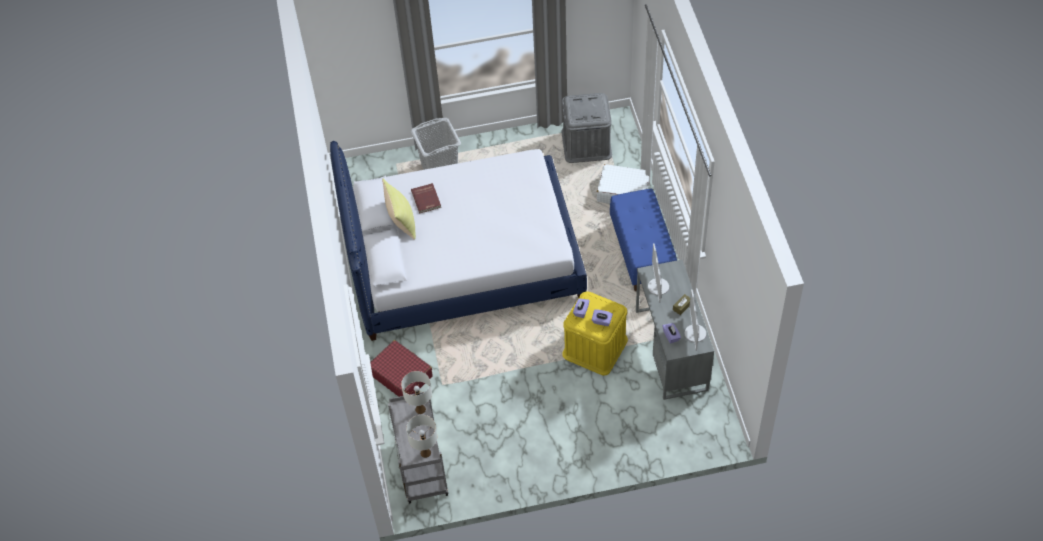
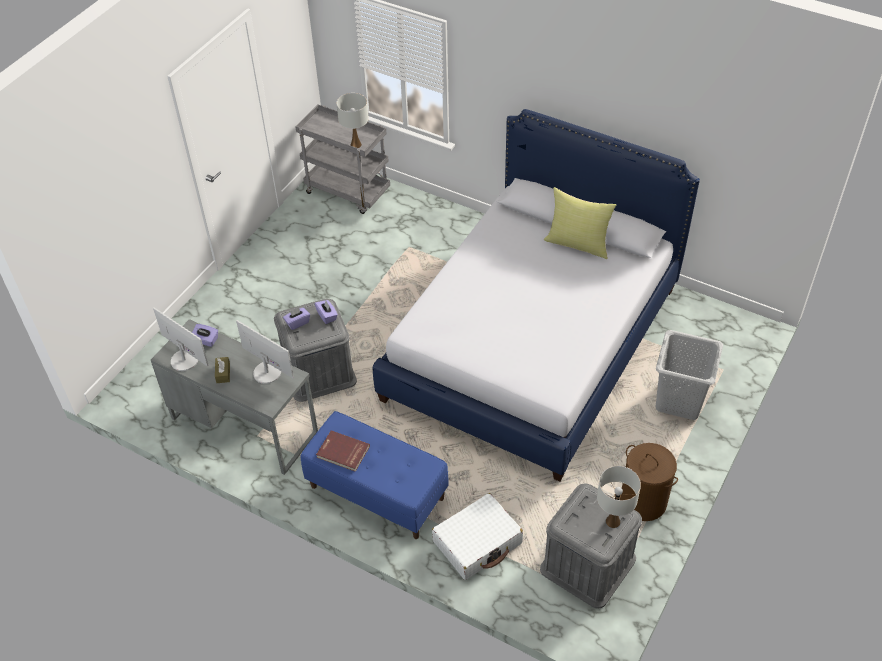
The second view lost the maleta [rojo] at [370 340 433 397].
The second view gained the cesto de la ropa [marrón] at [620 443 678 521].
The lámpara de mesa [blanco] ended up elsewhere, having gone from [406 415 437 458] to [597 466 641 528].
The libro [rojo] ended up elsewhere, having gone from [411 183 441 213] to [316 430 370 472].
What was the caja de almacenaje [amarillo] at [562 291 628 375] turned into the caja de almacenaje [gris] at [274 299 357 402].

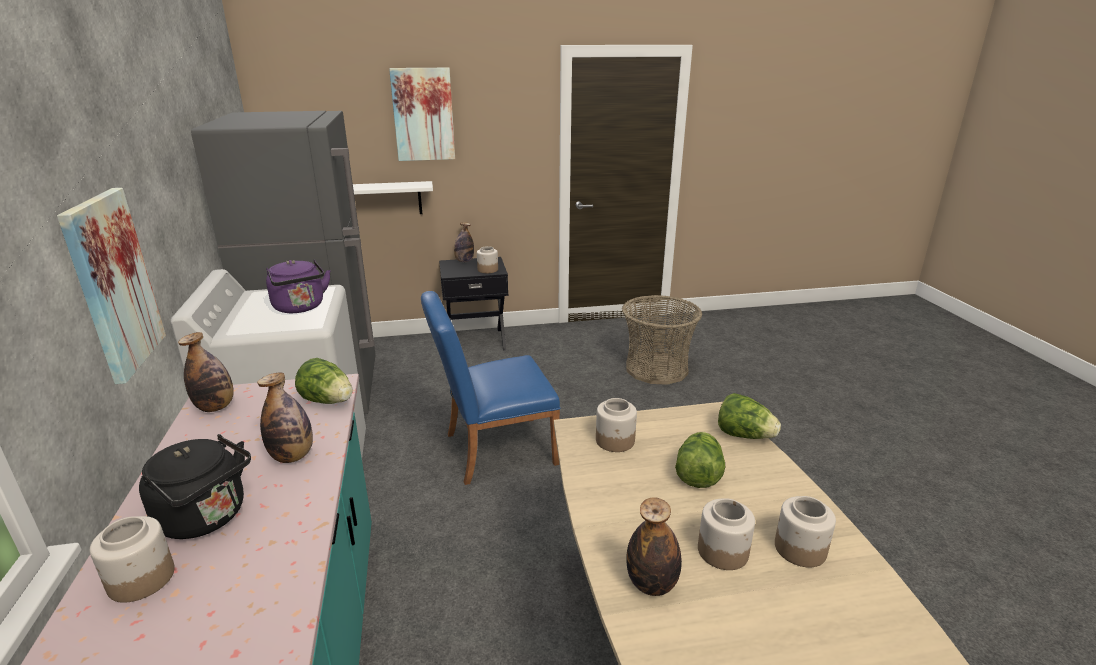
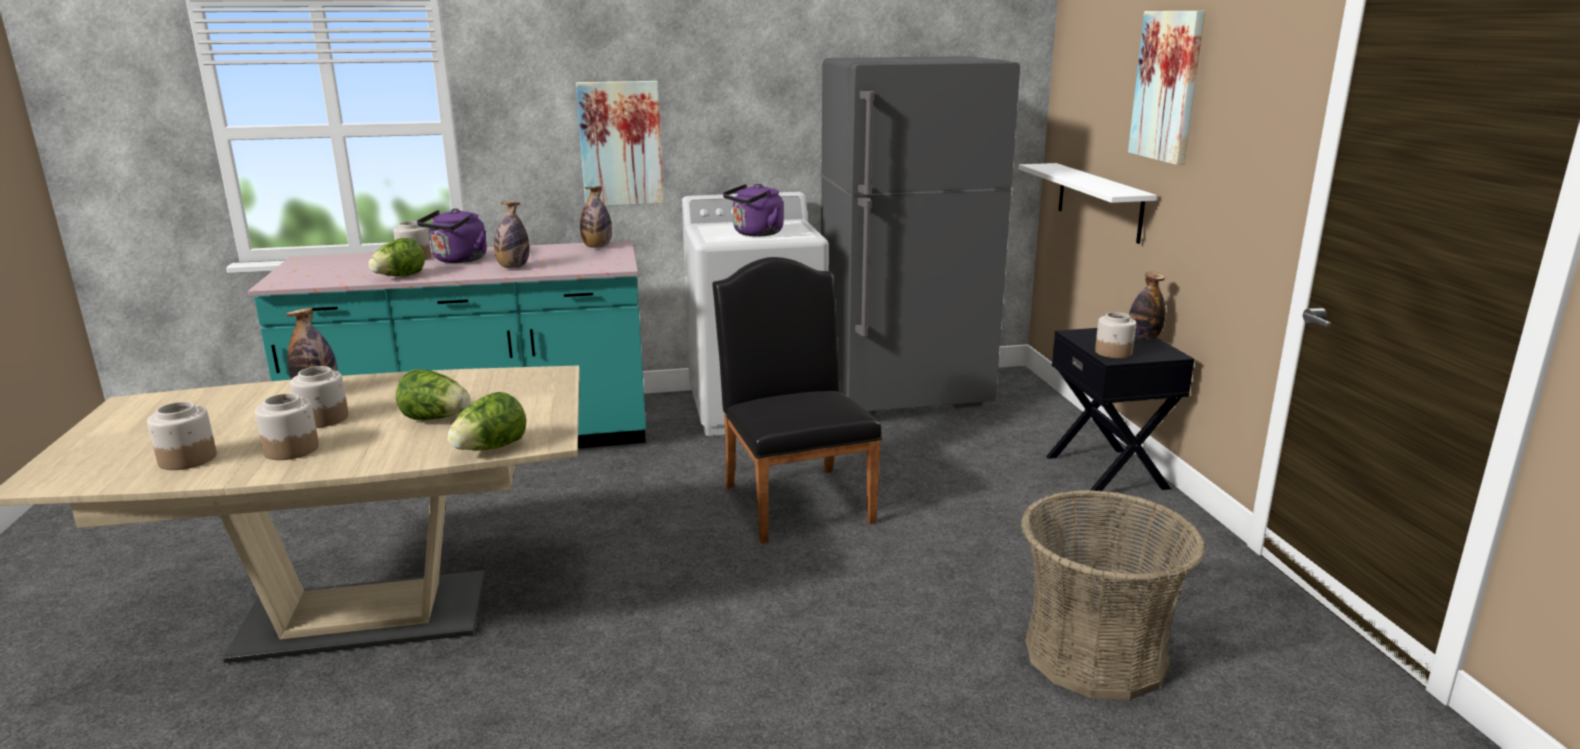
The lechuga ended up elsewhere, having gone from [295 358 352 404] to [368 238 425 276].
The tarro ended up elsewhere, having gone from [596 398 637 452] to [147 402 217 470].
What was the hervidor [negro] at [139 434 251 539] turned into the hervidor [morado] at [417 208 487 263].
What was the silla [azul] at [421 291 560 485] turned into the silla [negro] at [712 257 882 544].

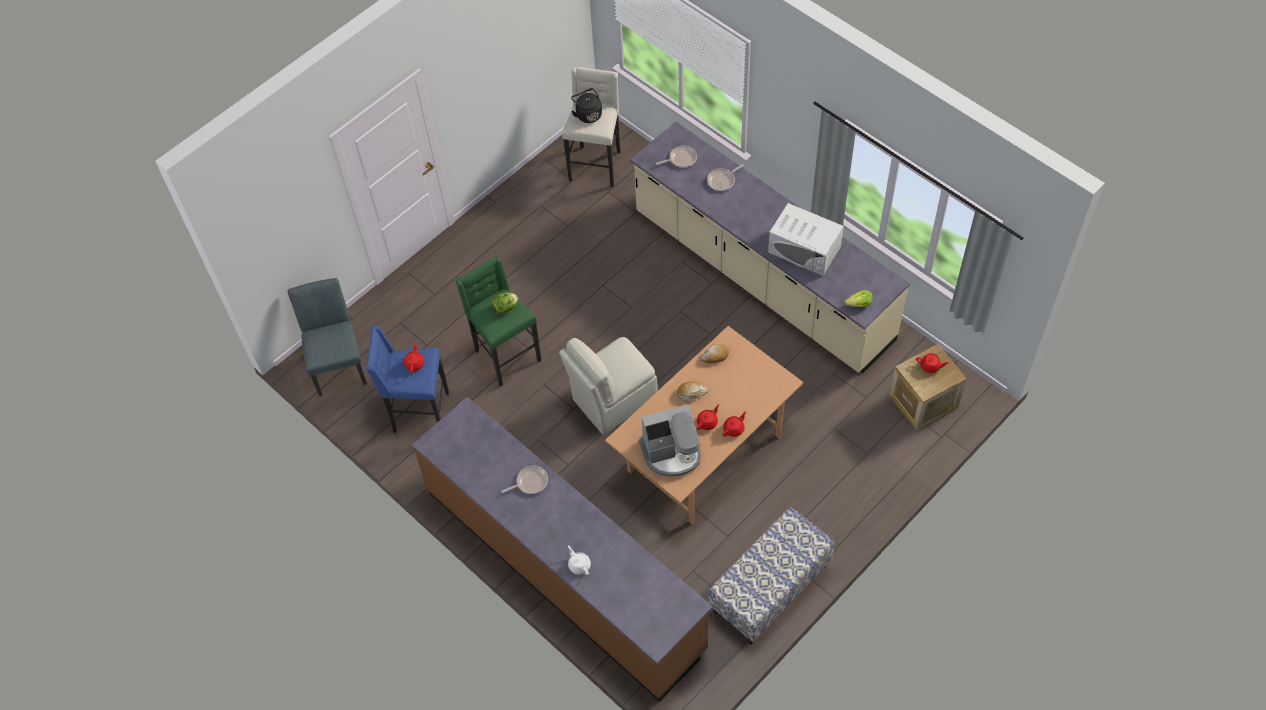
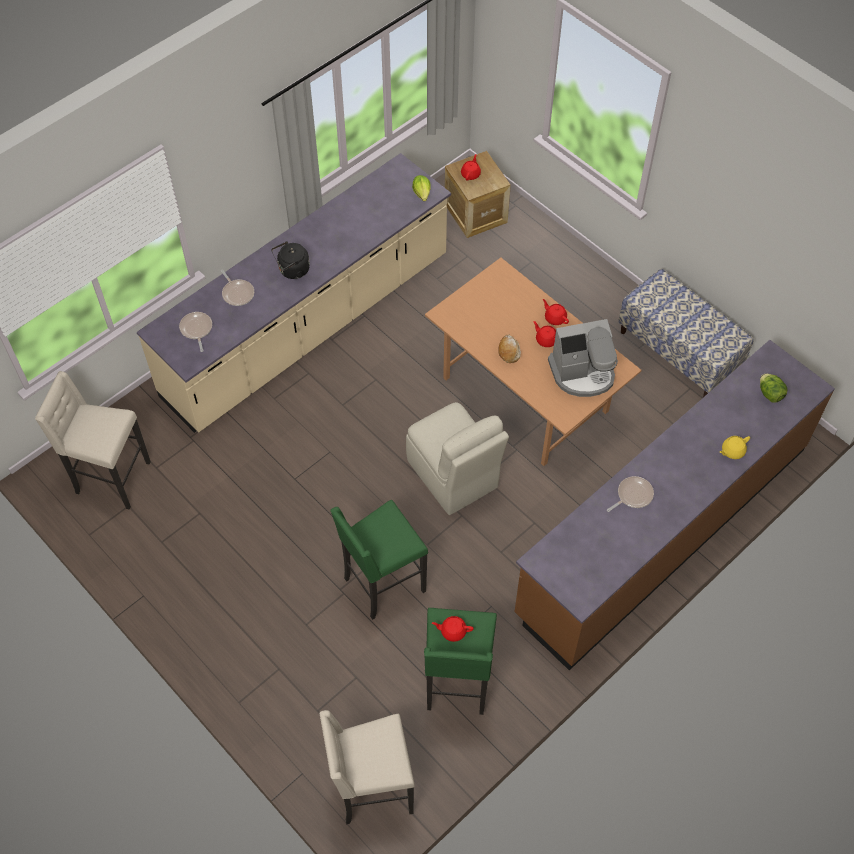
The second view lost the pan at [701 343 730 363].
The second view lost the microondas [blanco] at [768 203 844 276].
The lechuga ended up elsewhere, having gone from [491 293 518 314] to [760 374 787 403].
The hervidor [negro] ended up elsewhere, having gone from [571 88 602 123] to [271 241 310 279].
Where the silla [gris] stood at [288 278 367 396], the taburete [beis] came to stand at [320 710 415 825].
What was the taburete [azul] at [366 326 449 433] turned into the taburete [verde] at [424 608 497 715].
What was the tetera [blanco] at [568 545 591 575] turned into the tetera [amarillo] at [720 436 750 459].
The sartén at [501 466 548 494] ended up facing another way, 75 degrees clockwise from before.
The cafetera at [639 404 701 477] ended up facing another way, 90 degrees clockwise from before.

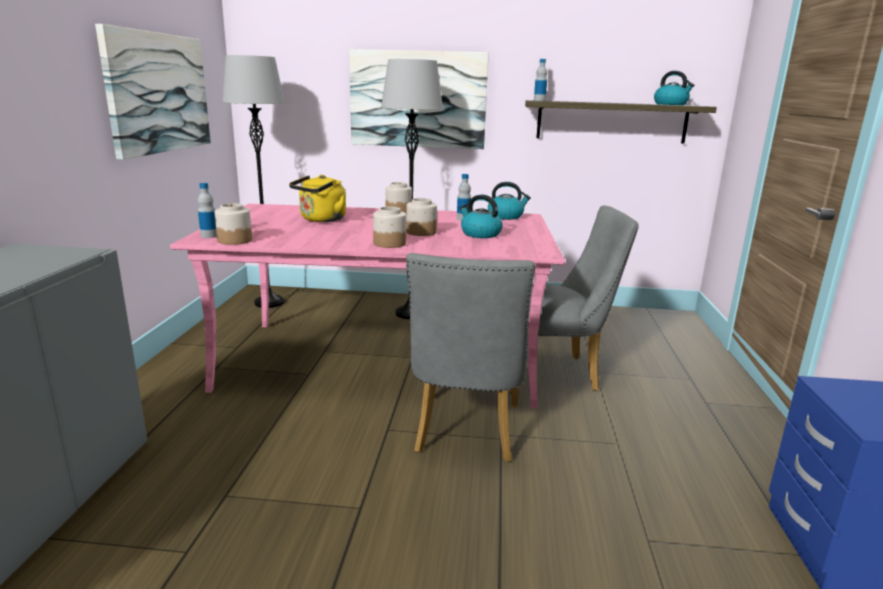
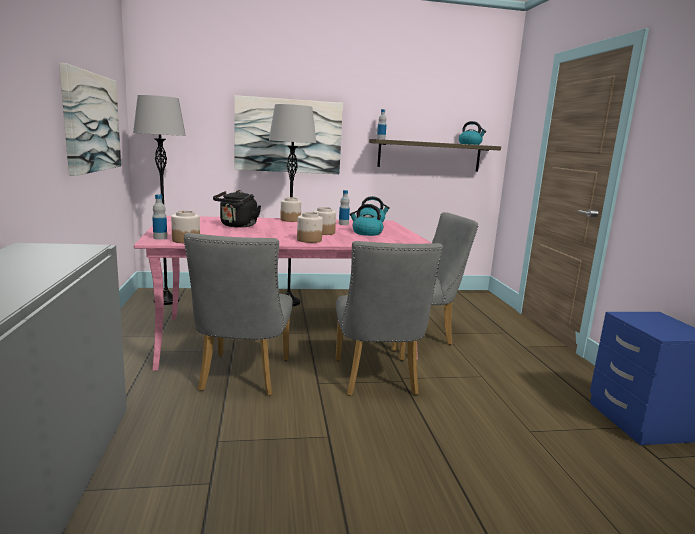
The second view gained the silla [gris] at [184 233 293 396].
What was the hervidor [amarillo] at [289 175 346 222] turned into the hervidor [negro] at [213 190 261 228].

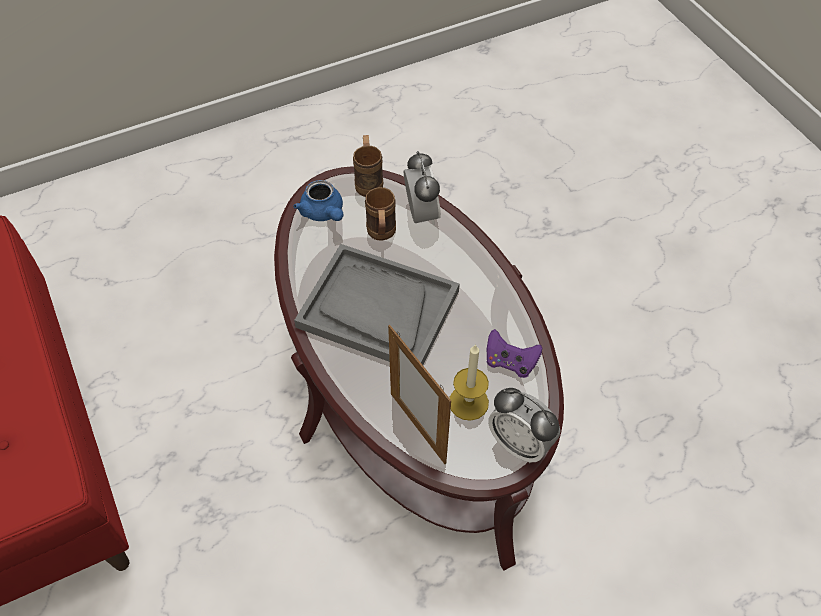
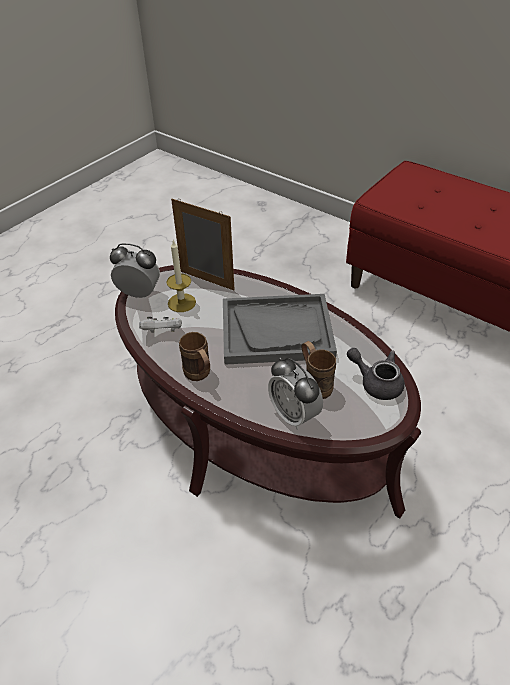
The taza grande [marrón] ended up elsewhere, having gone from [353 135 383 197] to [179 332 210 381].
What was the tetera [azul] at [293 180 344 221] turned into the tetera [gris] at [347 348 405 400].
What was the mando de consola [morado] at [487 329 542 378] turned into the mando de consola [blanco] at [139 317 182 333].

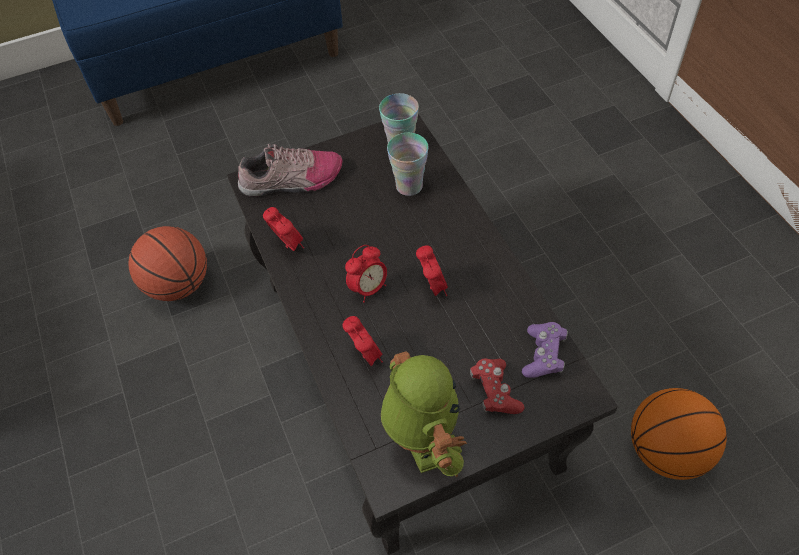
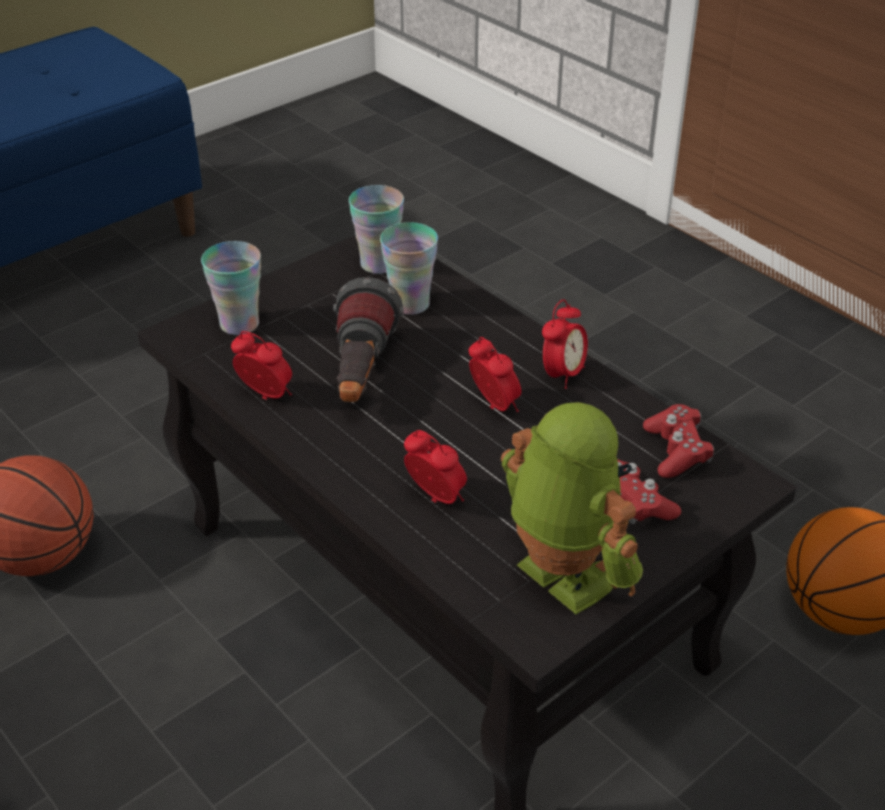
The second view gained the linterna at [333 277 404 402].
The despertador ended up elsewhere, having gone from [345 245 387 303] to [542 299 588 389].
Where the zapato stood at [238 144 343 197], the taza came to stand at [201 241 261 335].
What was the mando de consola [morado] at [522 322 568 378] turned into the mando de consola [rojo] at [643 404 714 478].

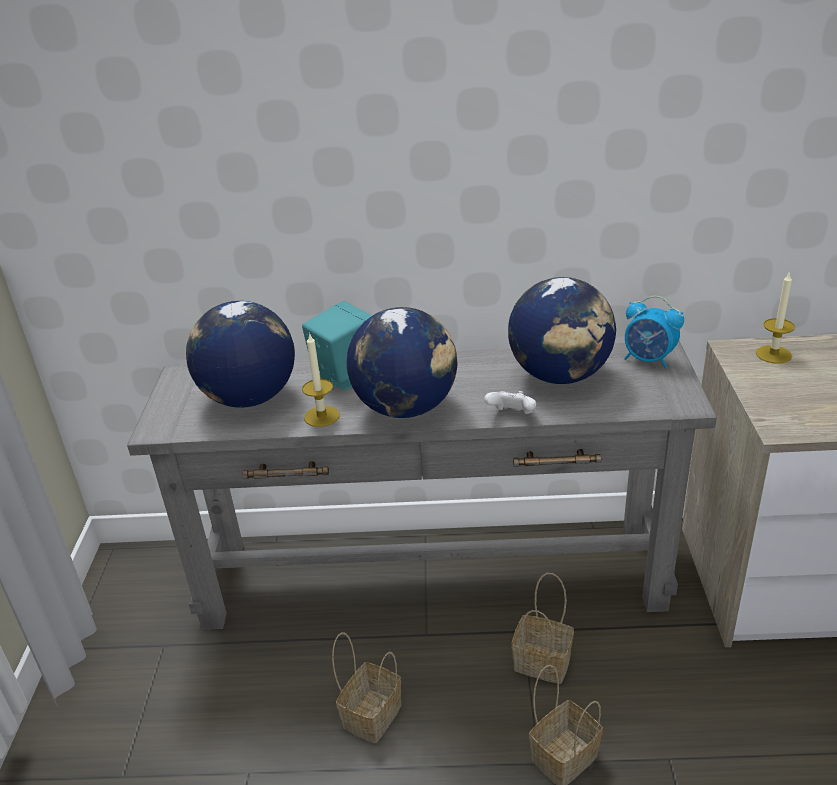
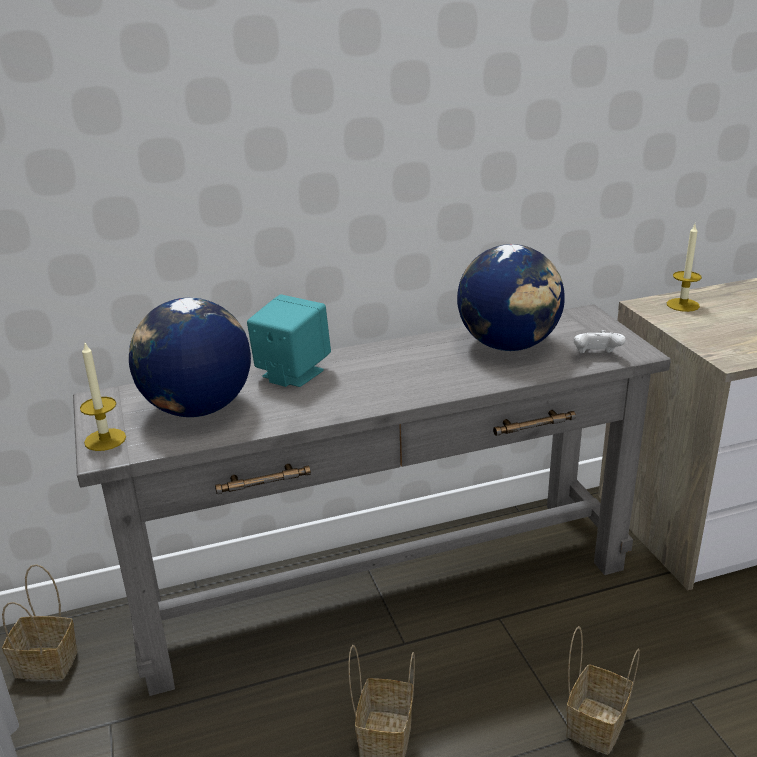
The second view lost the globo terráqueo at [347 307 457 418].
The second view lost the despertador at [624 296 684 369].
The vela ended up elsewhere, having gone from [302 332 340 427] to [80 341 126 451].
The mando de consola [blanco] ended up elsewhere, having gone from [484 391 536 414] to [574 330 626 353].
The cesta ended up elsewhere, having gone from [511 573 574 684] to [2 564 78 680].

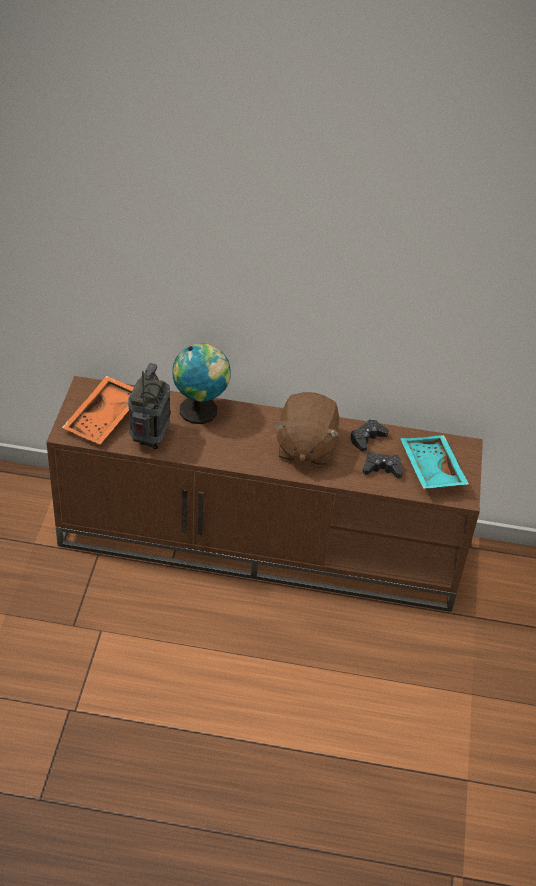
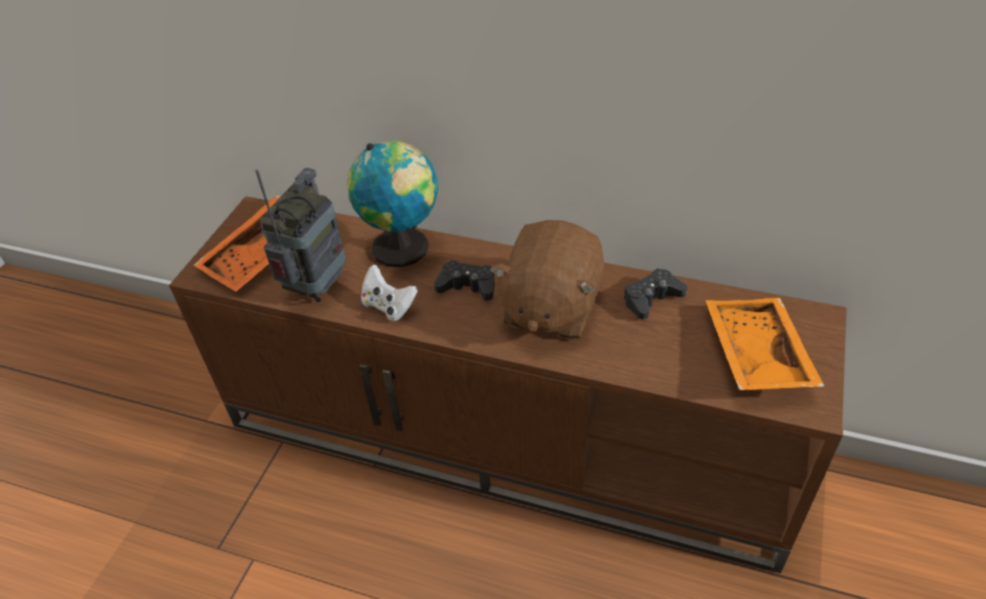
The second view gained the mando de consola [blanco] at [361 265 418 321].
The mando de consola [negro] ended up elsewhere, having gone from [363 452 403 478] to [434 260 495 301].
What was the bandeja [turquesa] at [400 435 469 489] turned into the bandeja [naranja] at [705 298 825 390].

